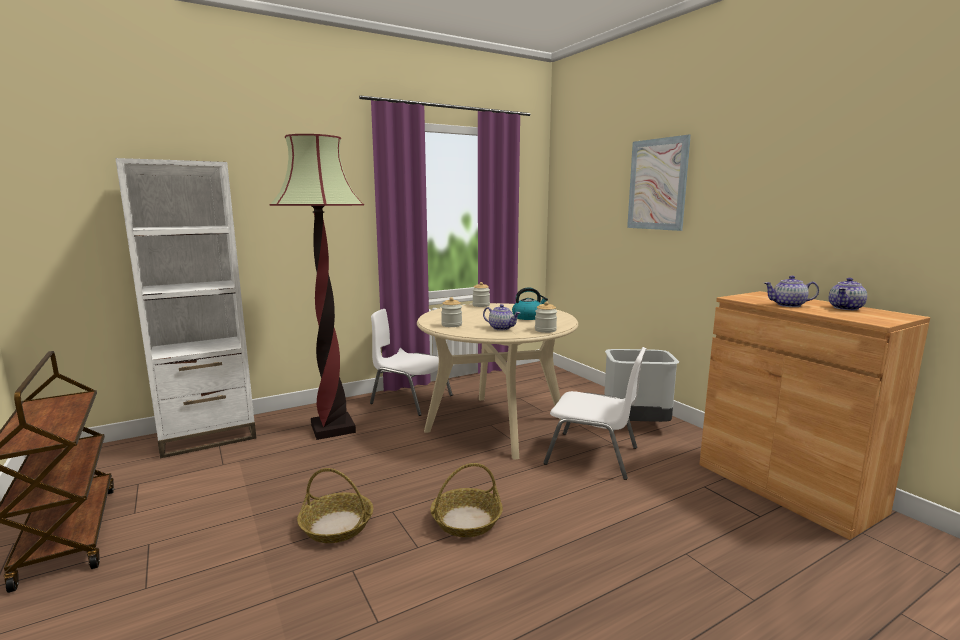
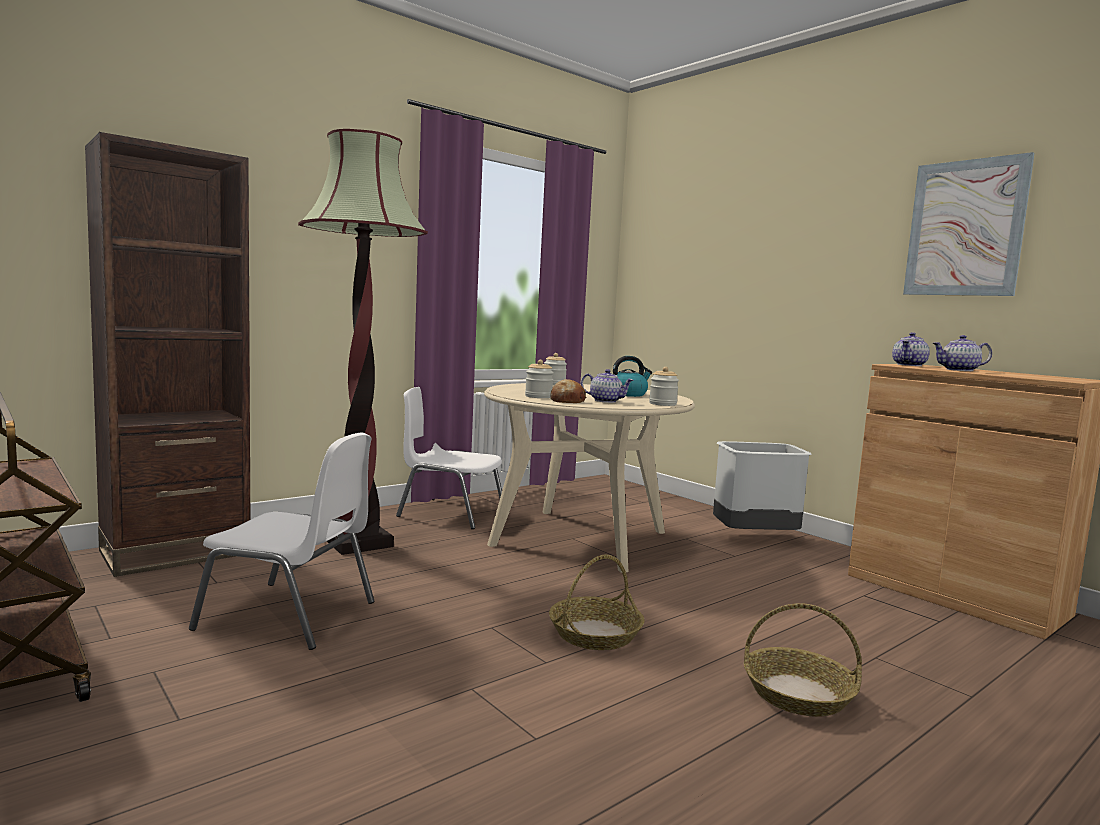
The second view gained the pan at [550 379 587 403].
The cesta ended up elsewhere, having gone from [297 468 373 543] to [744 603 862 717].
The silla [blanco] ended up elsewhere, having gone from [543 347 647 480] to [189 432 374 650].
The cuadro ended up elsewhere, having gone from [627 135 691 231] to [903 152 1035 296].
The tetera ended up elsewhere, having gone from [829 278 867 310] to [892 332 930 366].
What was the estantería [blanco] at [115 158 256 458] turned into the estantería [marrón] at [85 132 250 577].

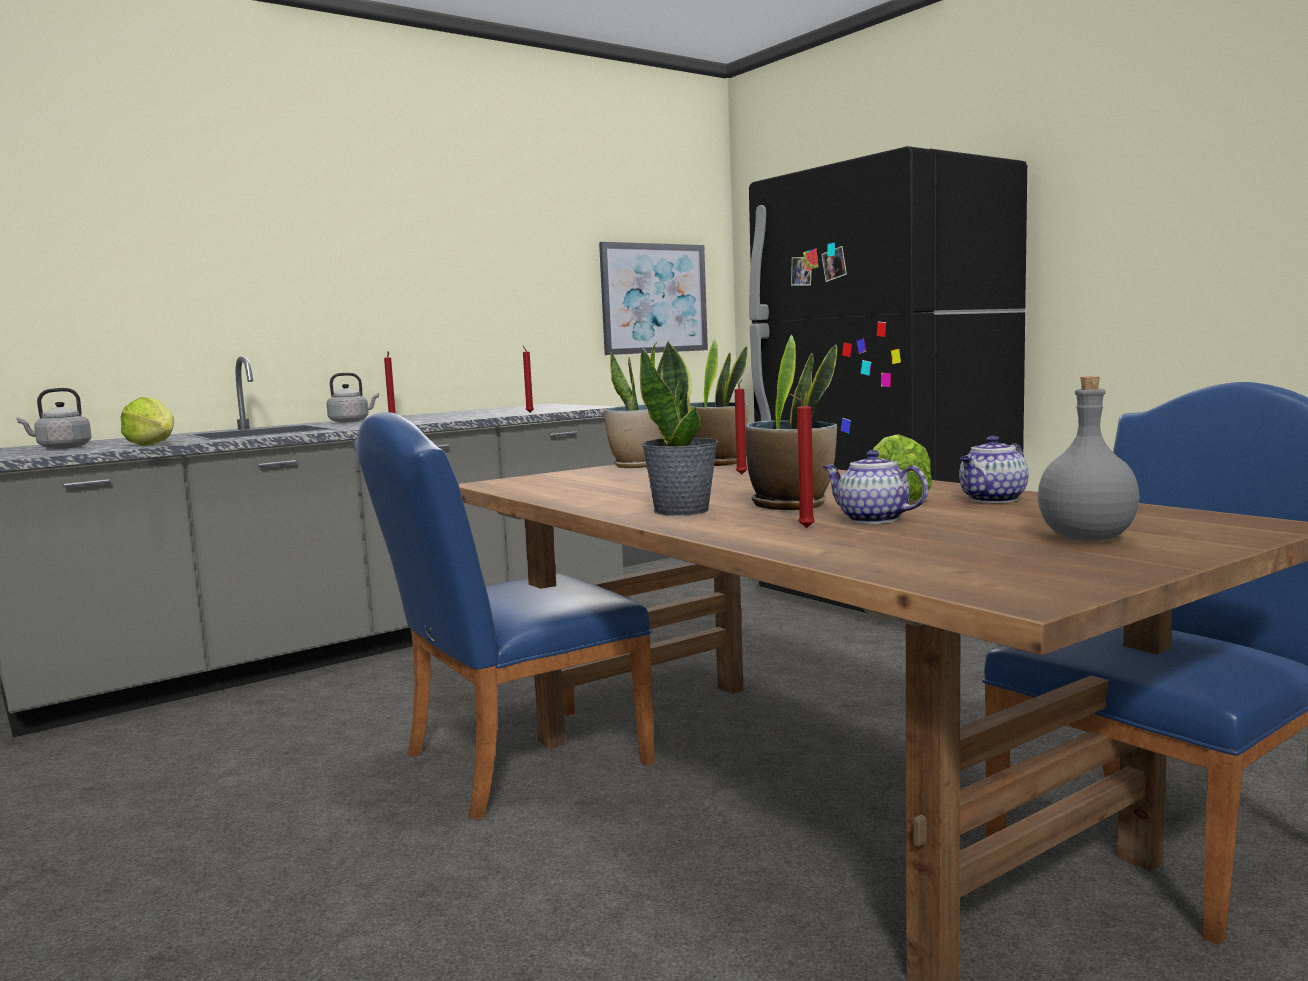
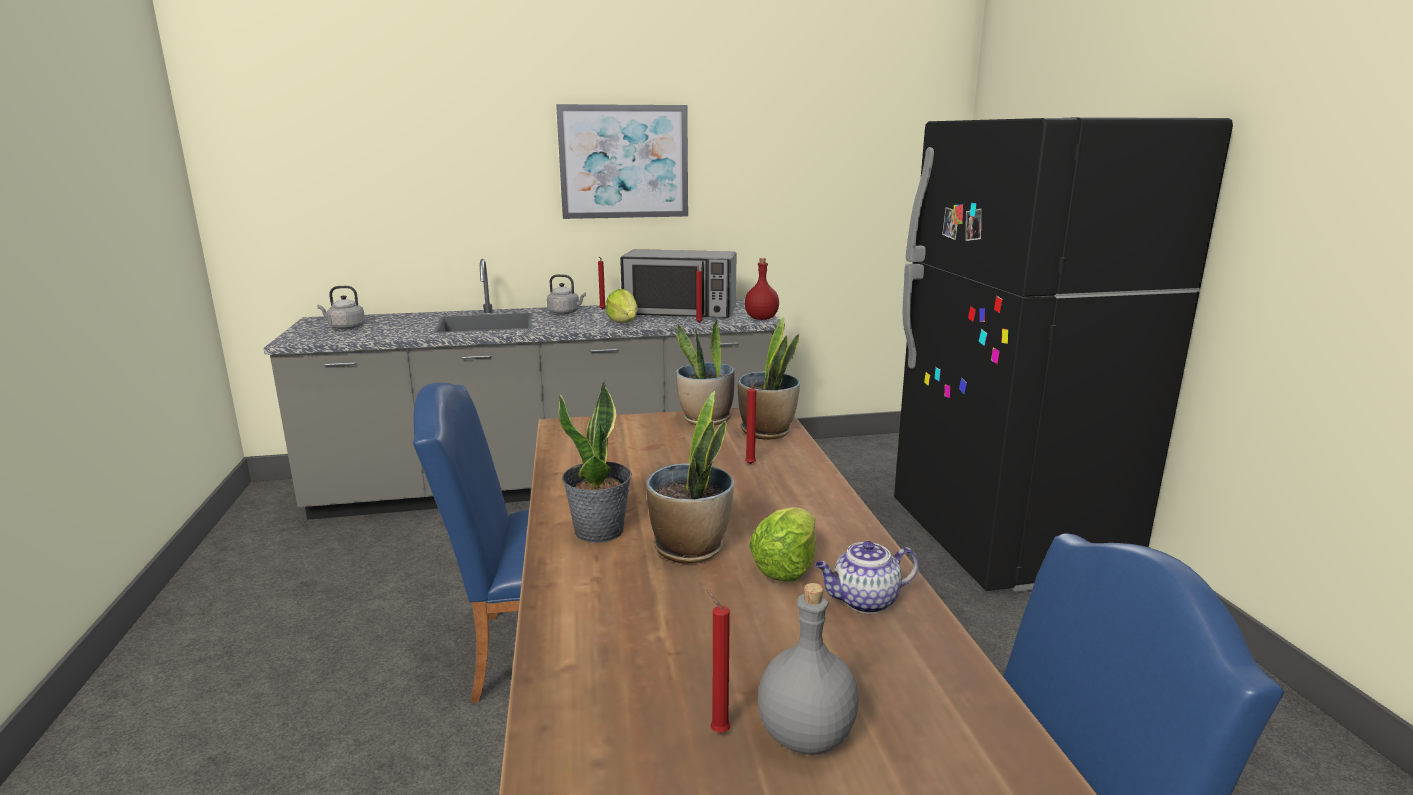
The second view lost the tetera at [823 450 928 524].
The second view gained the microondas at [620 249 736 318].
The second view gained the botella [rojo] at [745 258 779 320].
The lechuga ended up elsewhere, having gone from [121 397 174 446] to [606 289 638 323].
The cuadro ended up elsewhere, having gone from [599 242 708 355] to [556 104 688 219].
The vela [rojo] ended up elsewhere, having gone from [790 394 815 528] to [707 590 730 733].

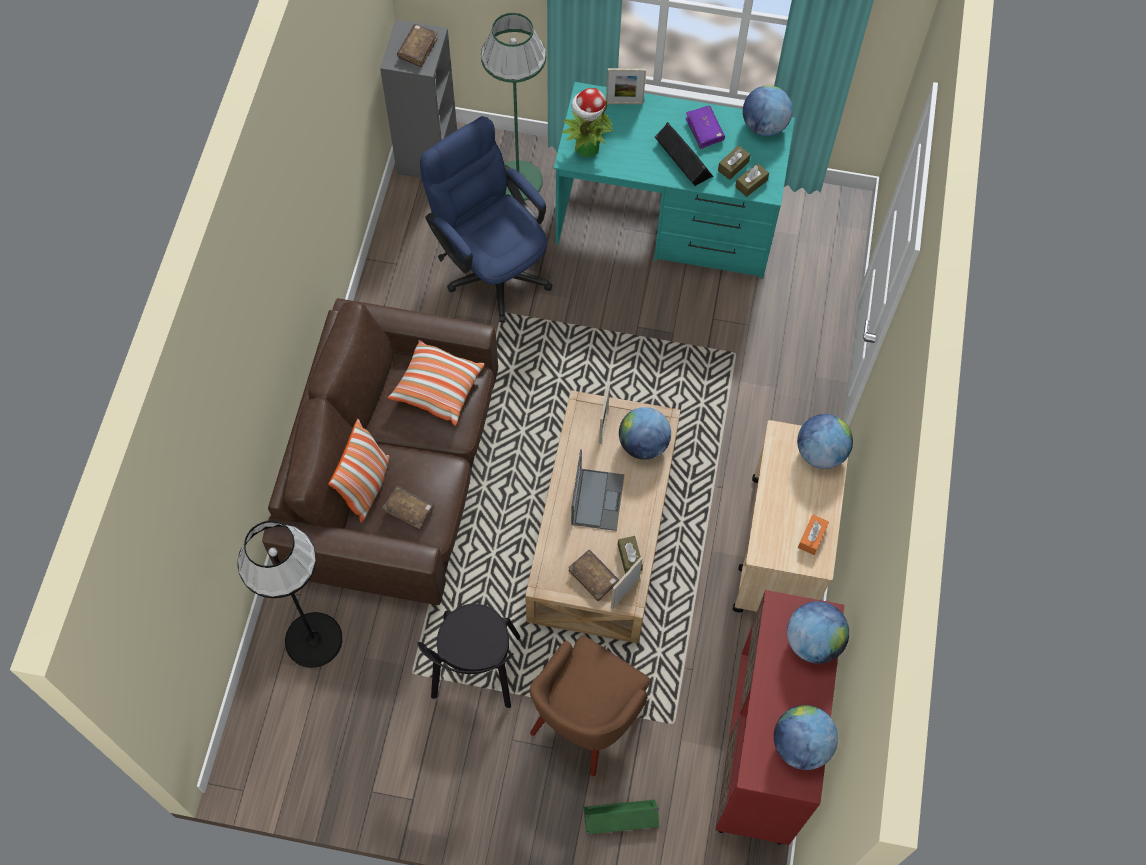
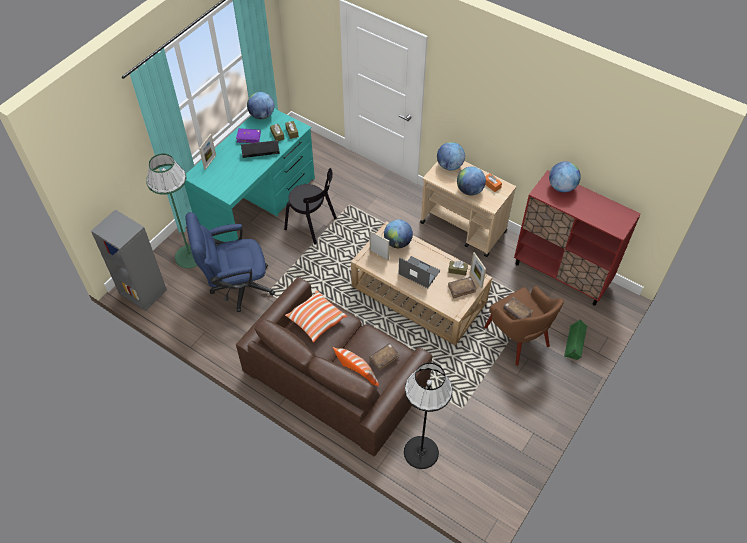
The second view lost the planta en maceta at [561 88 614 157].
The libro [marrón] ended up elsewhere, having gone from [397 24 438 68] to [503 297 533 319].
The silla [negro] ended up elsewhere, having gone from [417 604 520 708] to [284 168 337 245].
The globo terráqueo ended up elsewhere, having gone from [774 705 838 770] to [457 167 486 196].

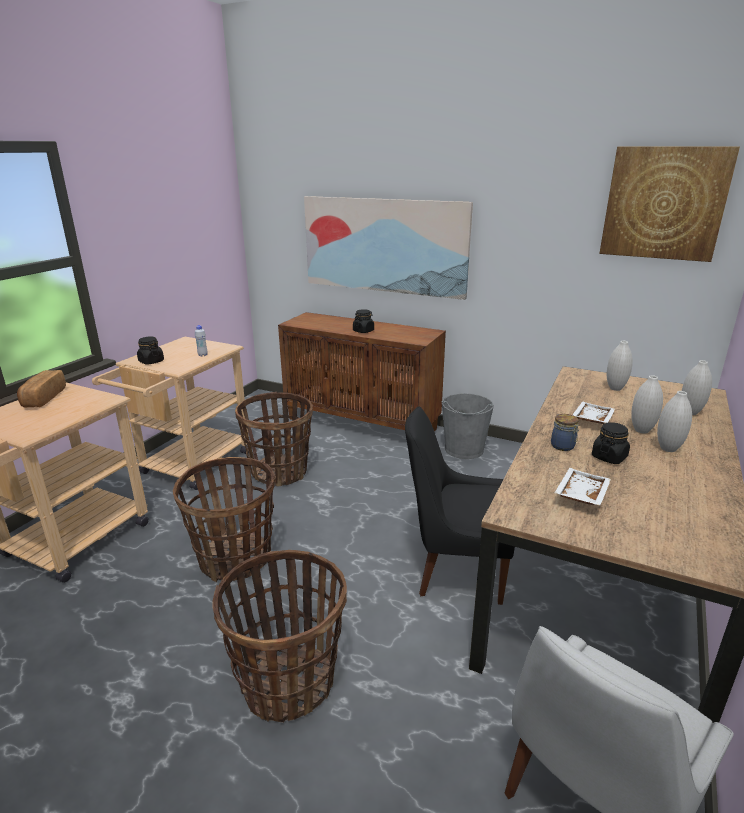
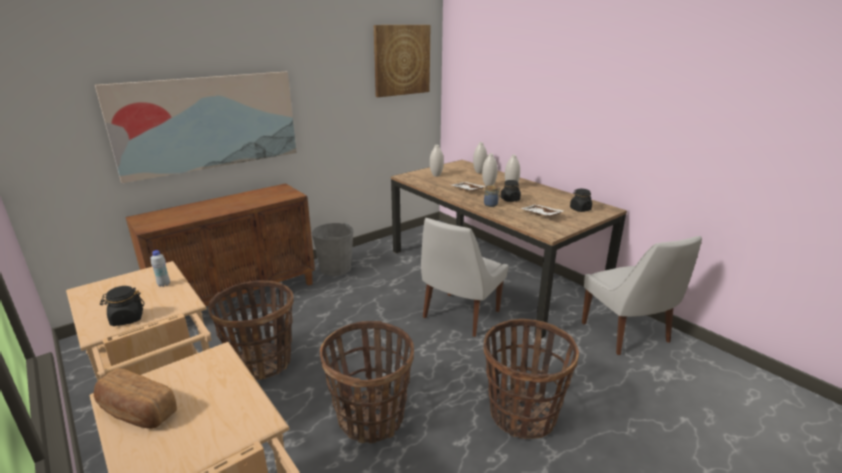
The tarro [negro] ended up elsewhere, having gone from [353 309 374 333] to [570 189 592 212].
What was the silla [negro] at [405 406 515 605] turned into the silla [blanco] at [421 218 509 337].

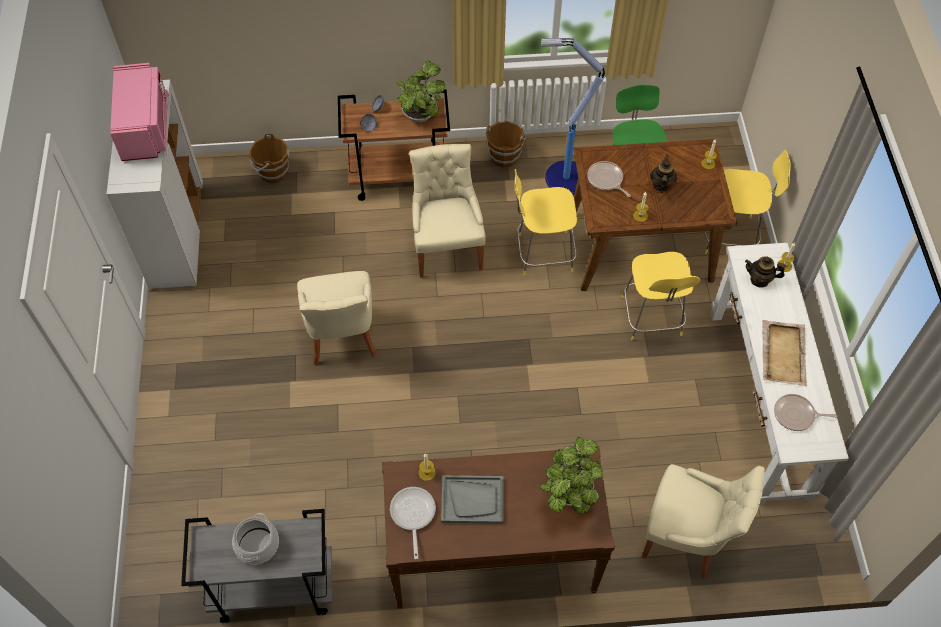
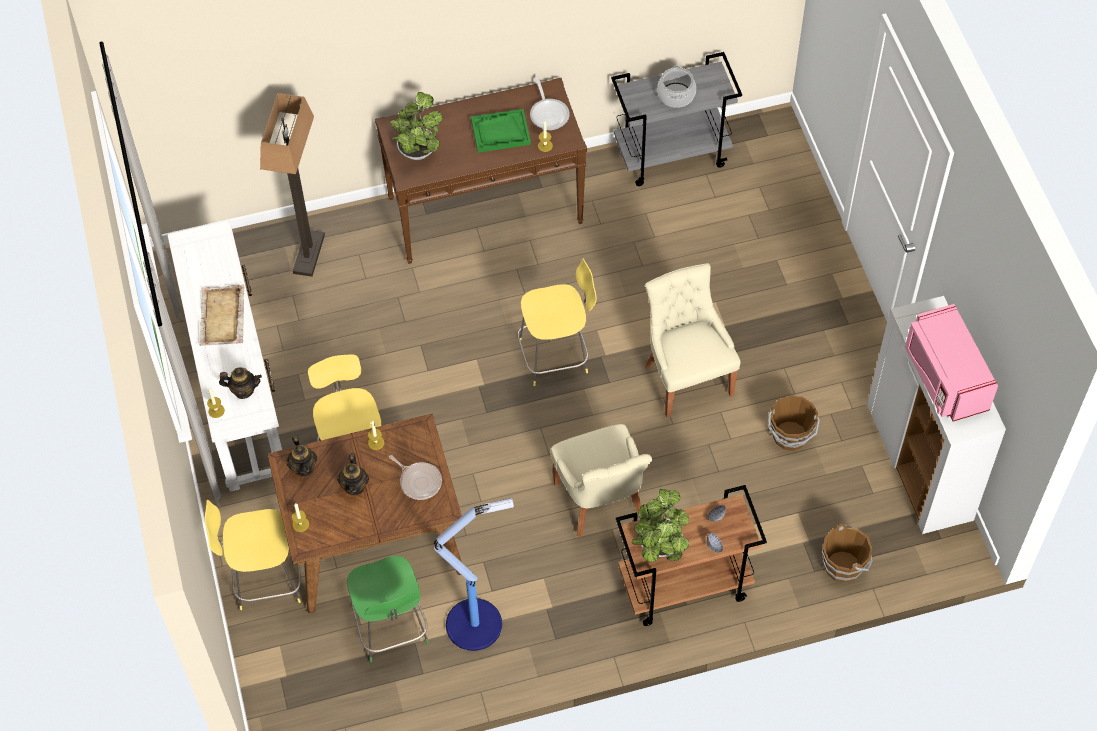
The second view lost the sartén at [774 394 838 431].
The second view gained the tetera at [287 436 317 477].
The cubo [marrón] ended up elsewhere, having gone from [486 121 527 168] to [768 396 820 451].
The taburete [amarillo] ended up elsewhere, having gone from [515 169 577 275] to [518 258 597 386].
Where the silla [beis] stood at [642 464 765 578], the lámpara de pie came to stand at [260 93 325 277].
What was the bandeja [gris] at [441 475 504 524] turned into the bandeja [verde] at [471 109 531 153].

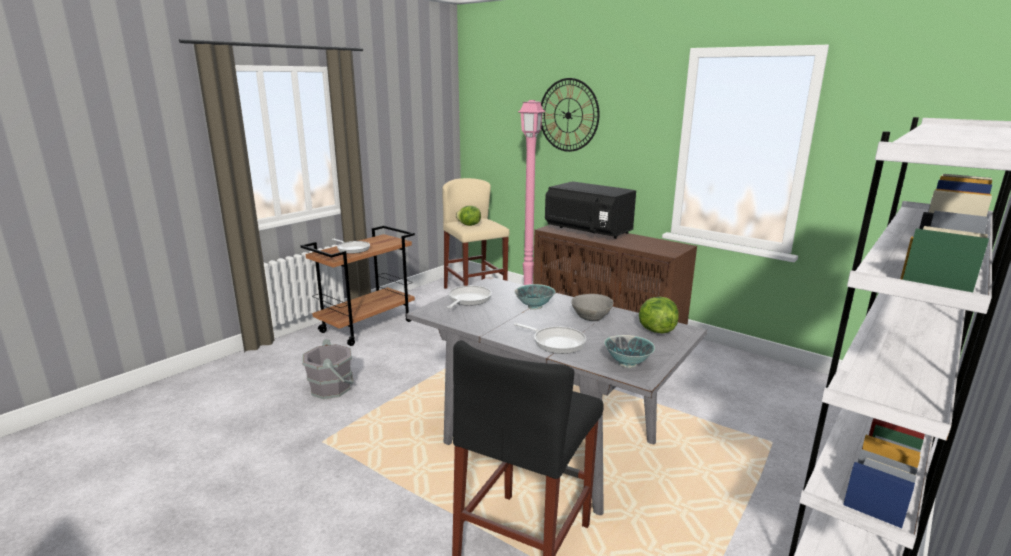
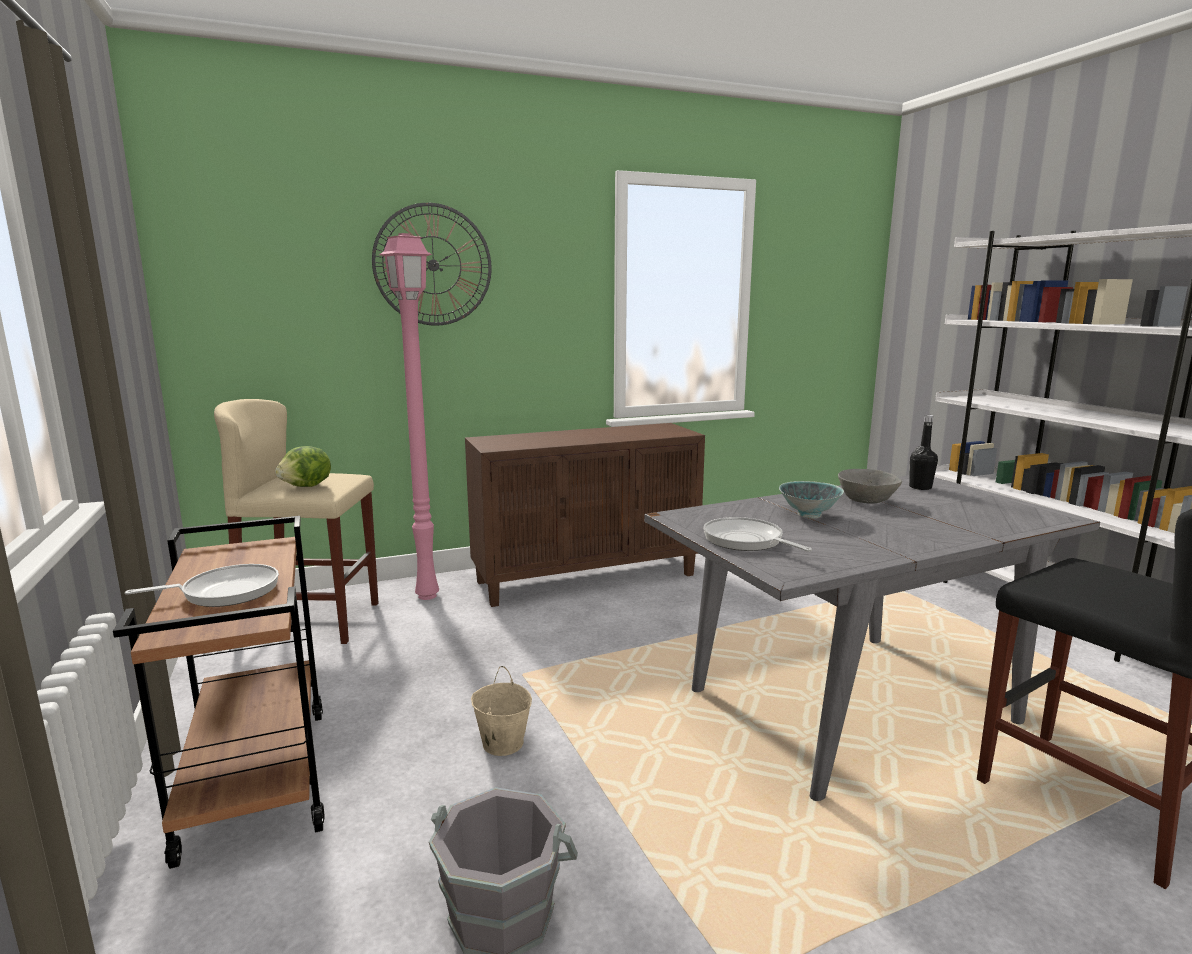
The second view lost the sartén at [514 323 586 354].
The second view lost the microondas [negro] at [545 181 636 239].
The second view lost the cuenco at [604 335 655 368].
The second view gained the cubo [beis] at [471 666 532 756].
Where the lechuga stood at [639 297 679 333], the botella [negro] came to stand at [909 415 938 490].

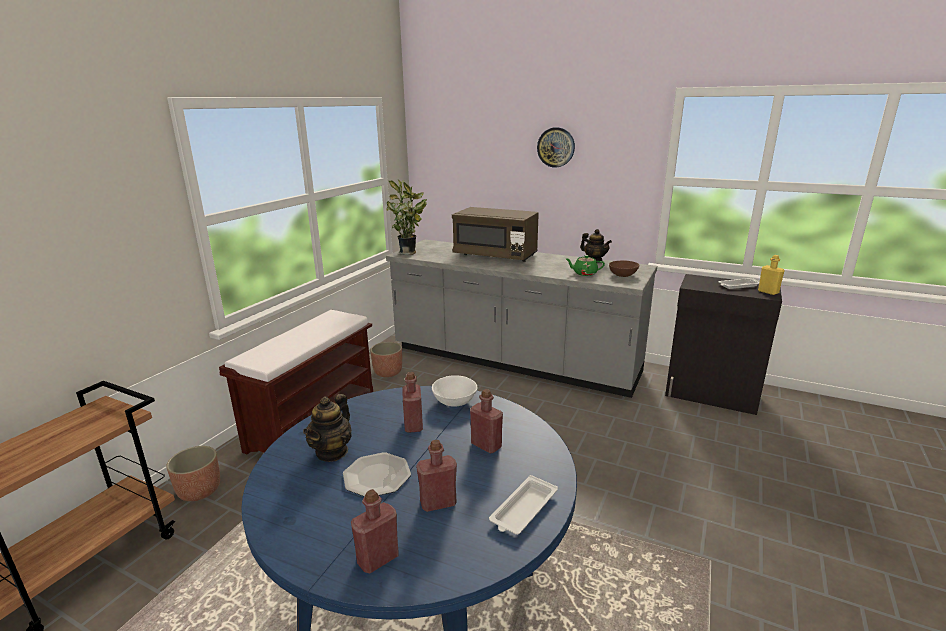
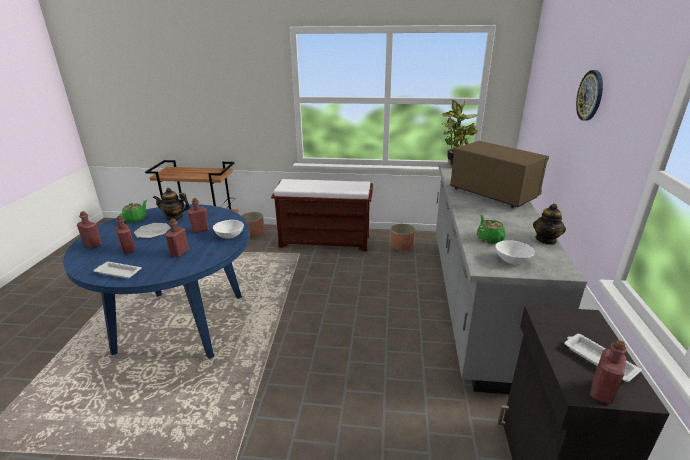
The second view gained the tetera [verde] at [119 200 147 223].
What was the cuenco [marrón] at [609 260 639 277] turned into the cuenco [blanco] at [495 240 535 264].
What was the botella [amarillo] at [758 255 785 295] turned into the botella [rojo] at [590 340 627 404].
The microondas [marrón] at [452 207 539 262] ended up facing another way, 135 degrees clockwise from before.

